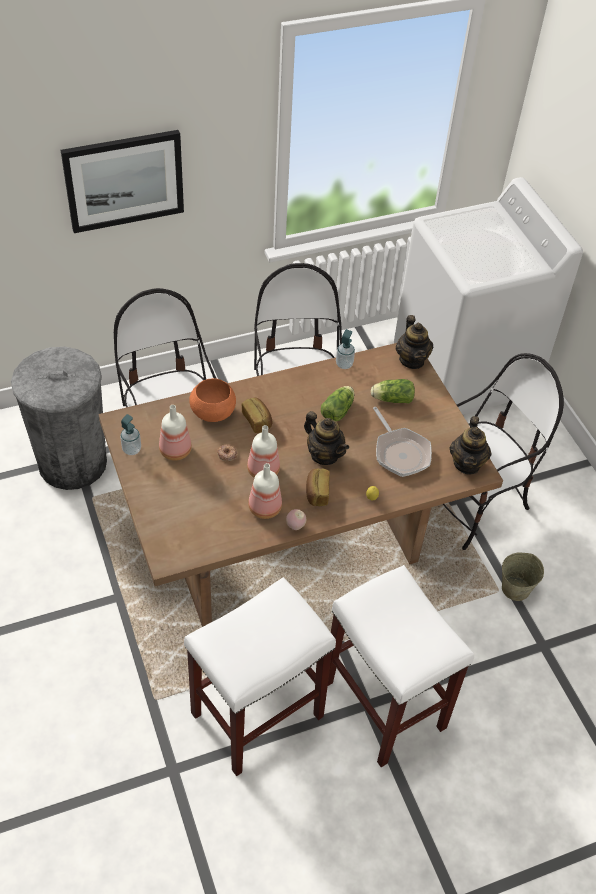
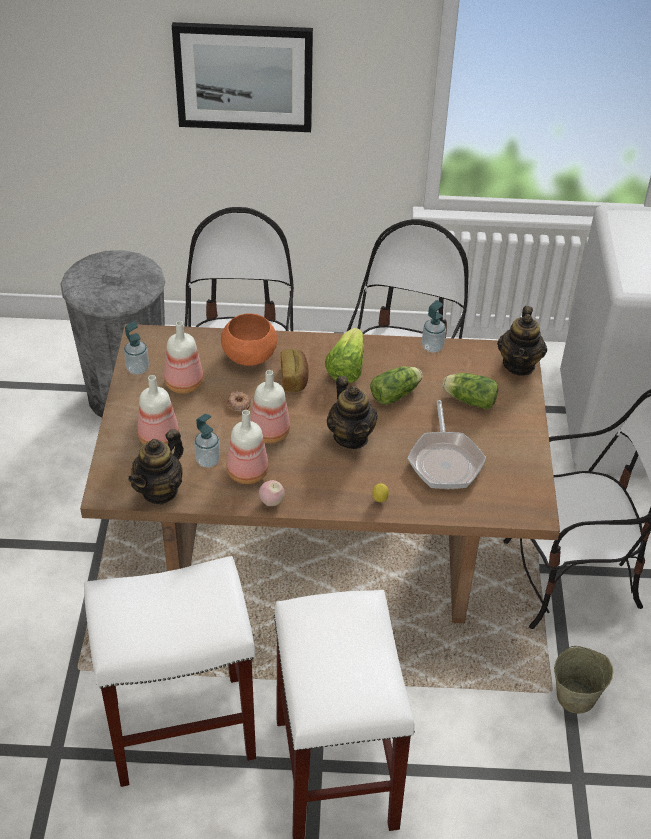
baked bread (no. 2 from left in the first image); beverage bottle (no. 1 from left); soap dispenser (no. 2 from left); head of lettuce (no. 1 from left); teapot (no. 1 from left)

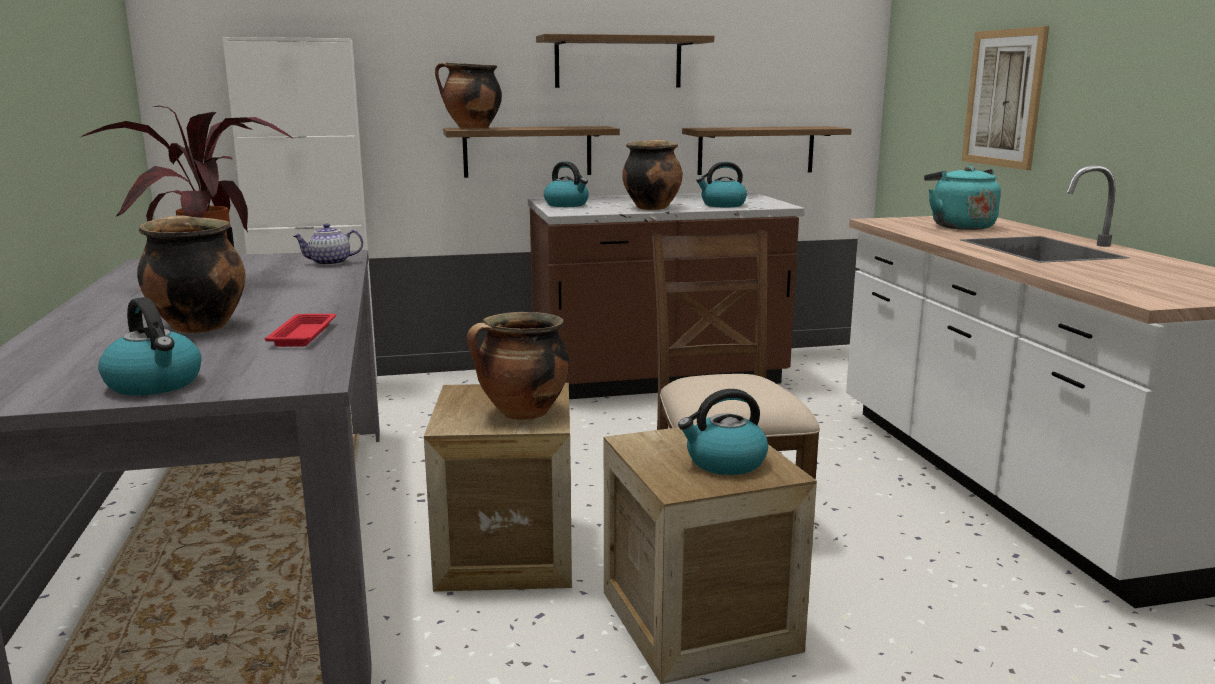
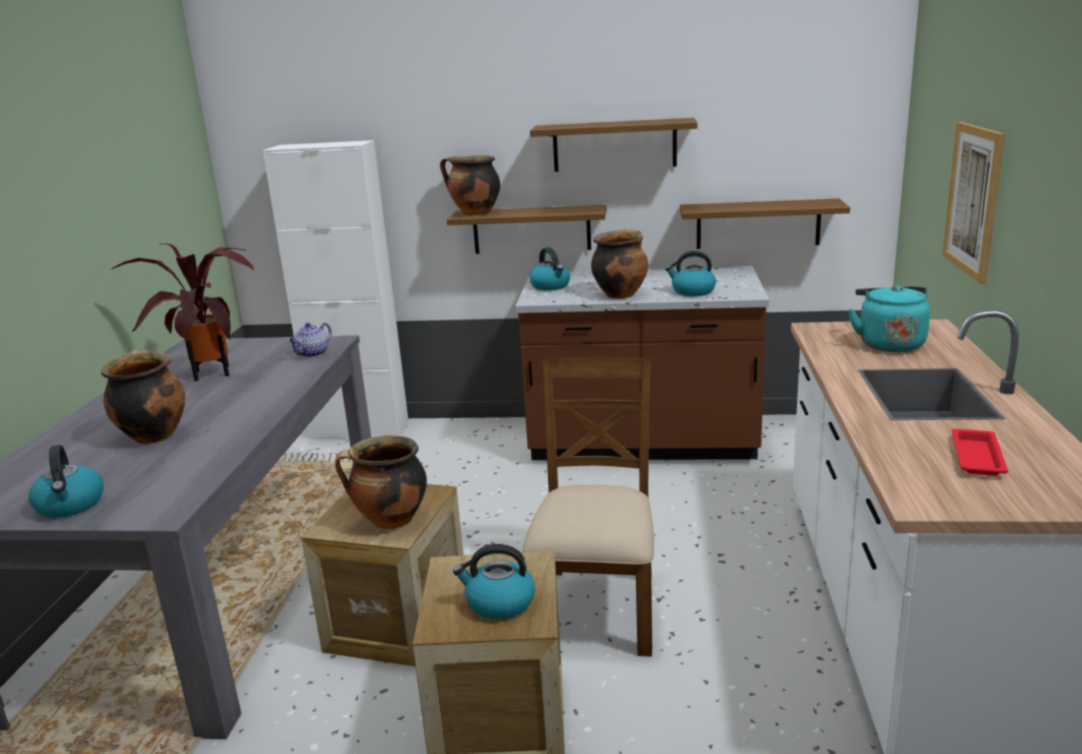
red-coloured serving tray; teapot

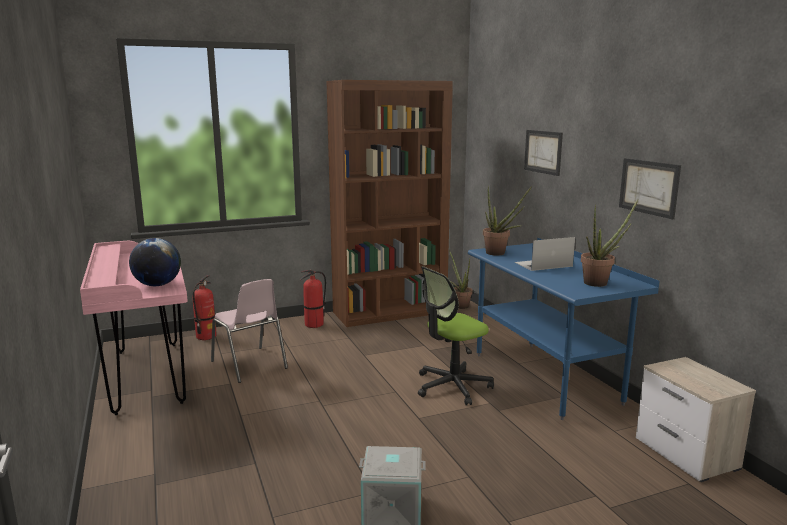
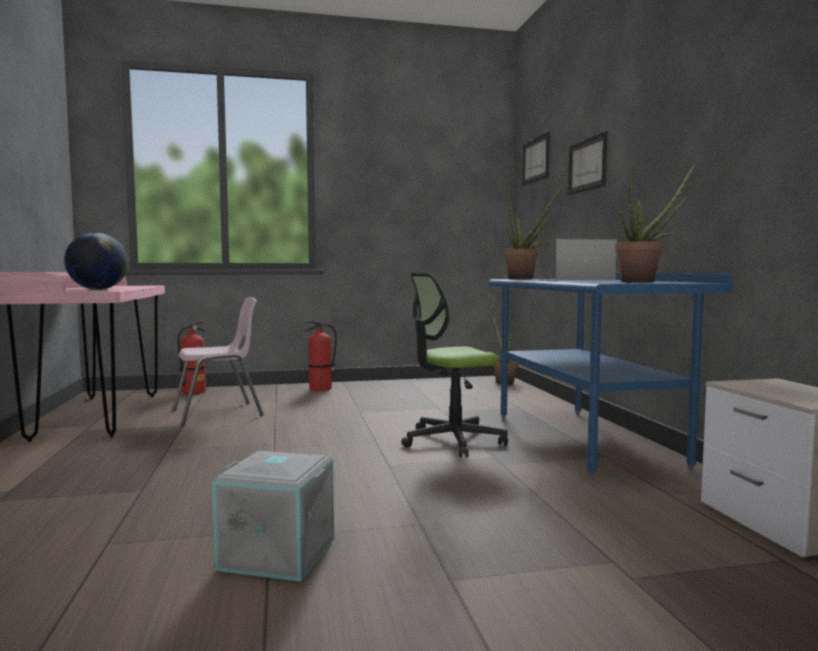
brown-coloured bookshelf; wall art (no. 1 from left); pink plain chair

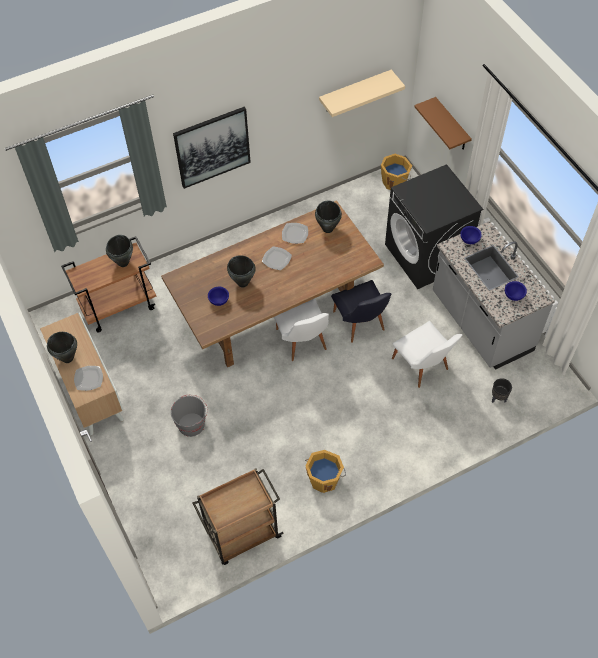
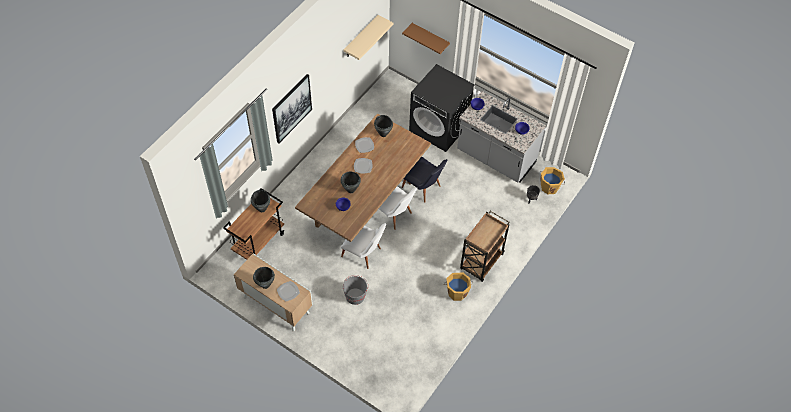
brown-coloured wheeled cart (no. 2 from left); orange-coloured bucket (no. 2 from left); white-coloured plain chair (no. 1 from left)

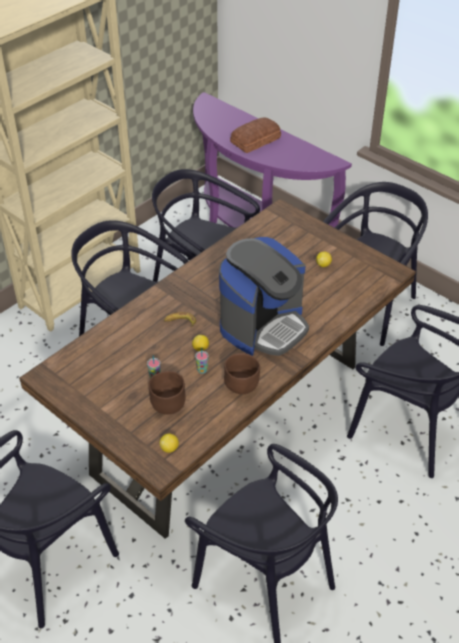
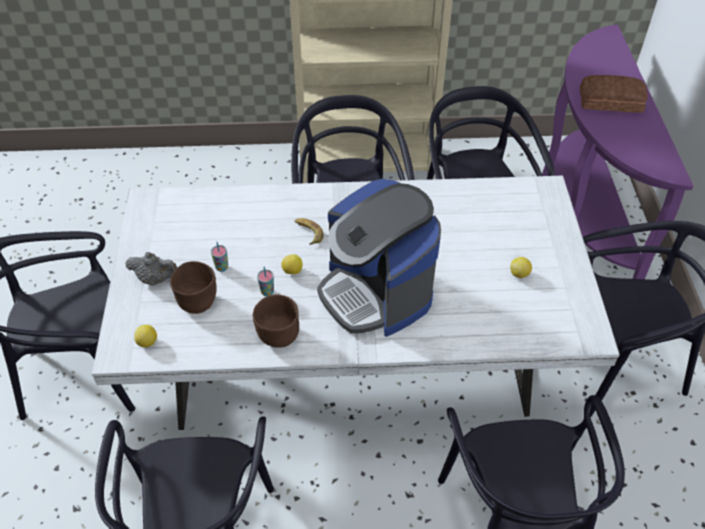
gray teapot; white-coloured dinner table; coffee maker

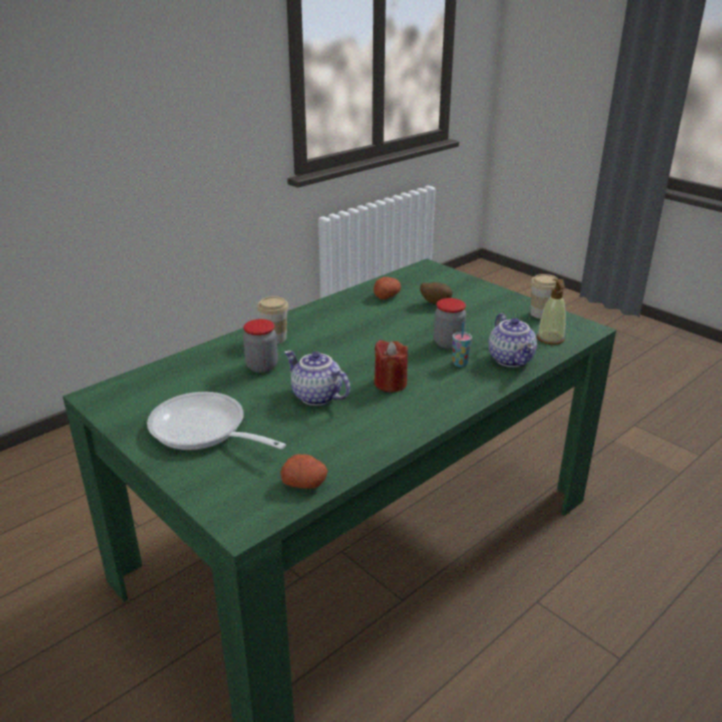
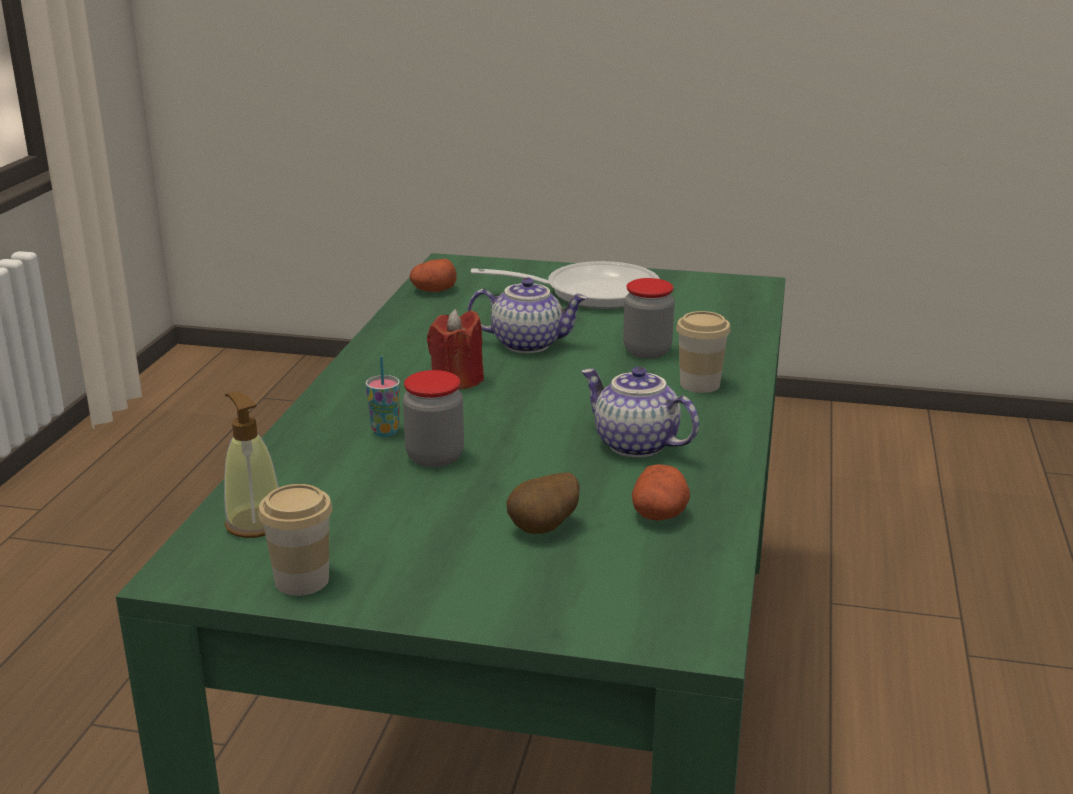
teapot (no. 2 from left)

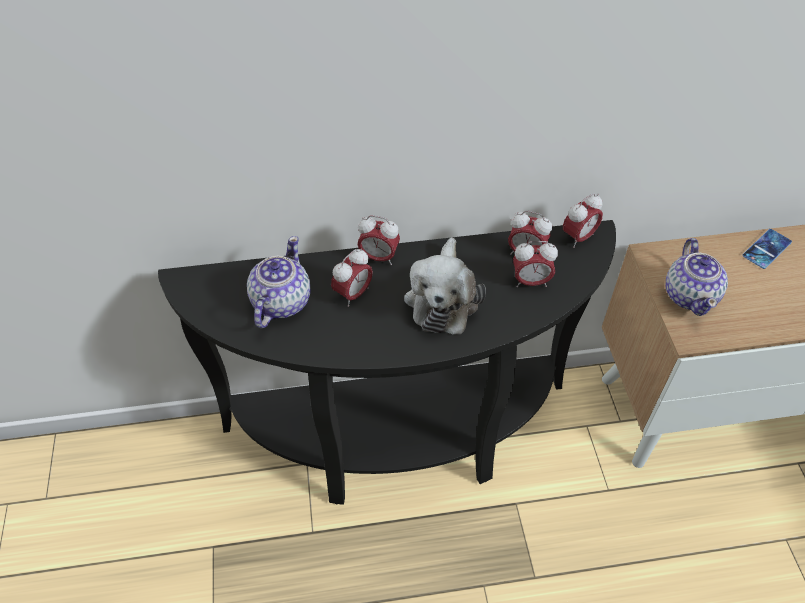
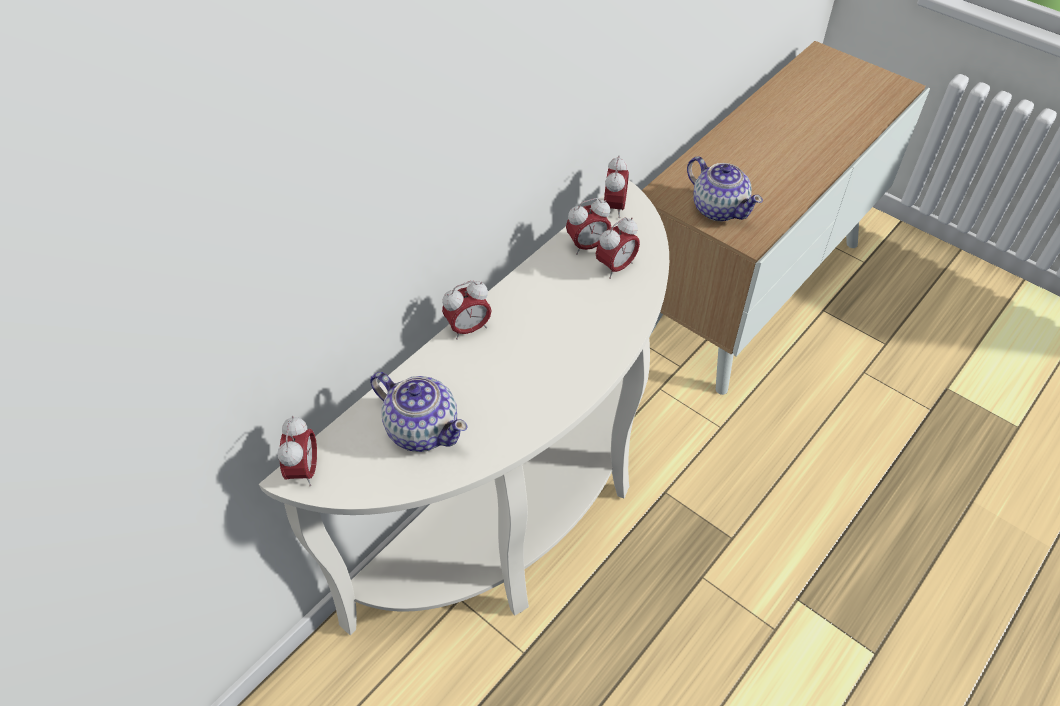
soft toy; phone; alarm clock (no. 1 from left); white-coloured hall table; teapot (no. 1 from left)

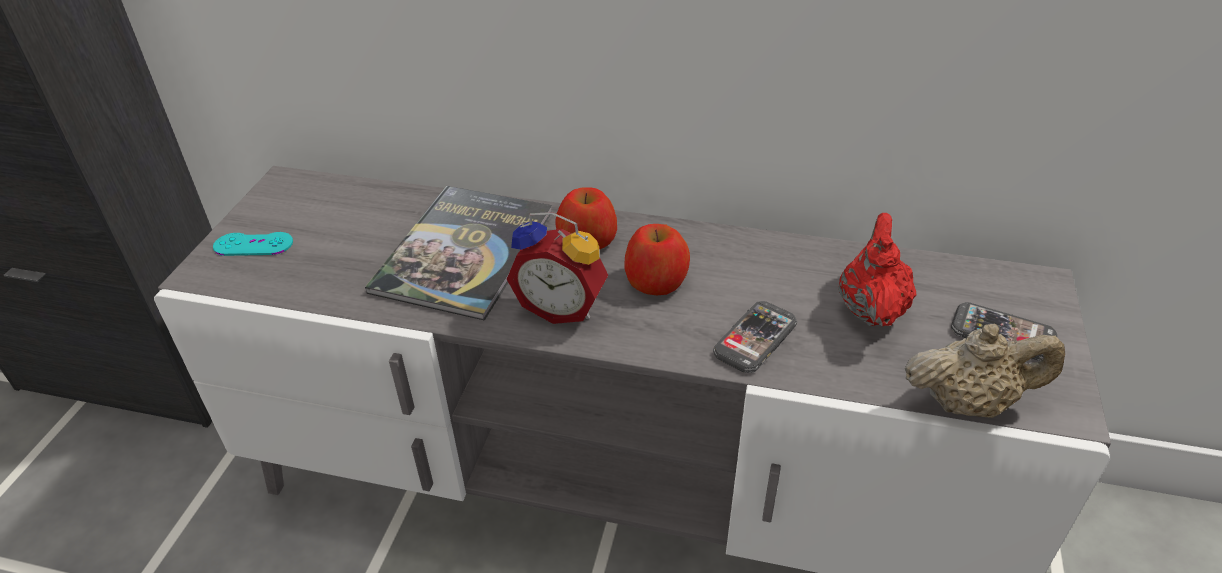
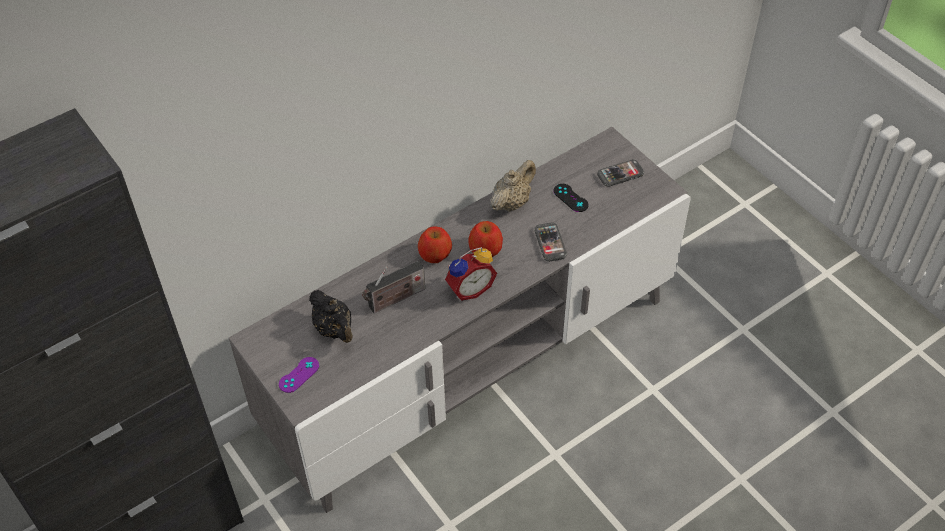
black-coloured teapot; beige teapot; radio receiver; black-coloured game controller; purple game controller

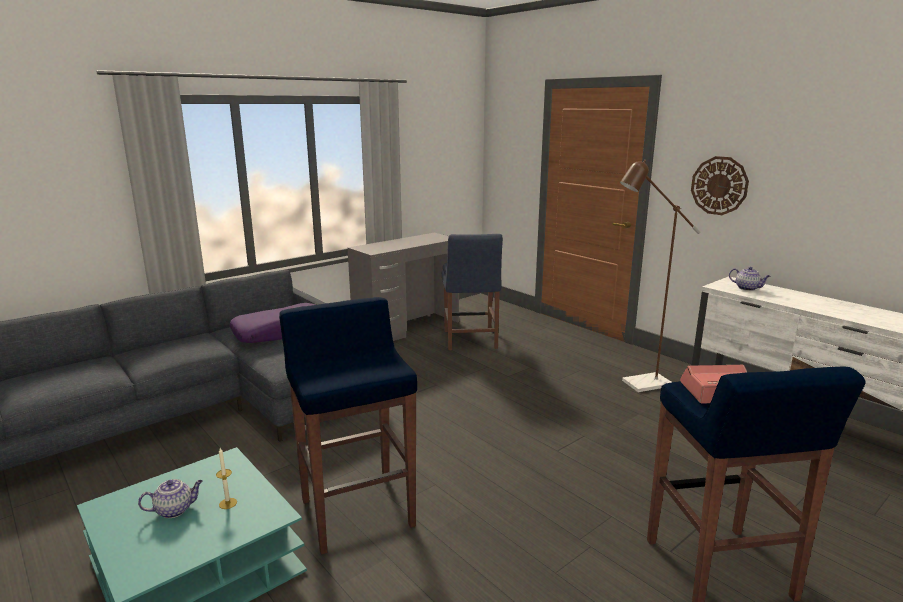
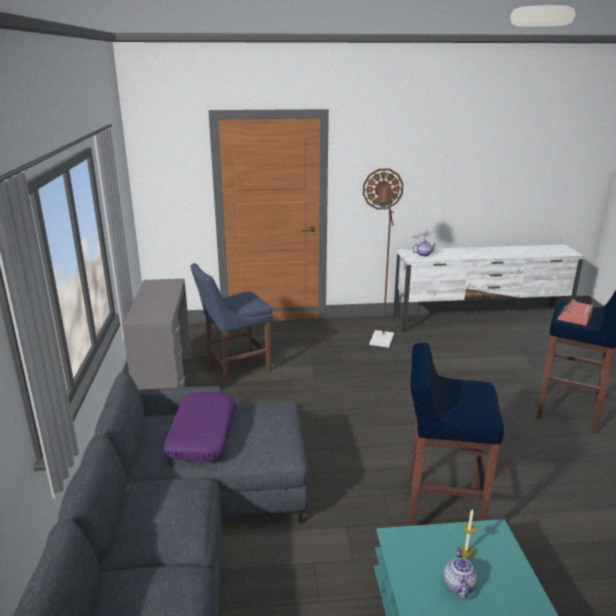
bluish plain chair

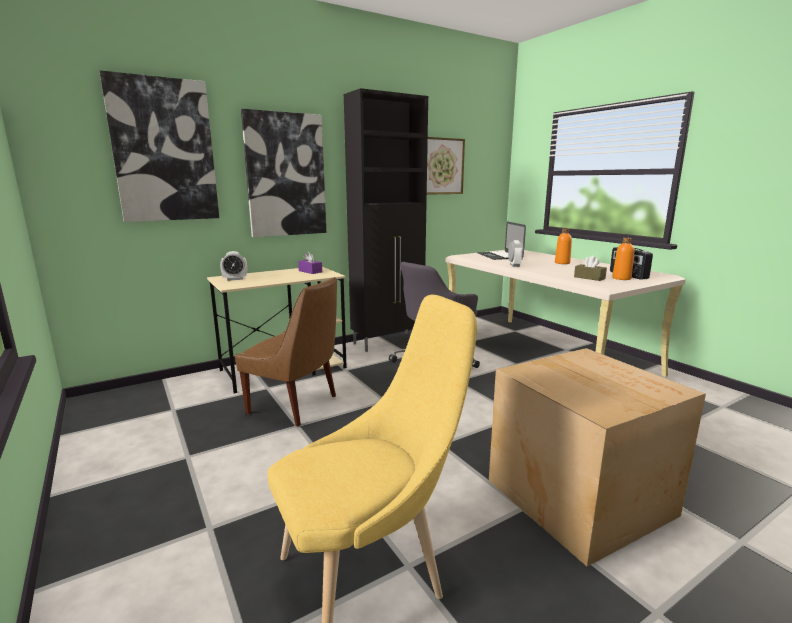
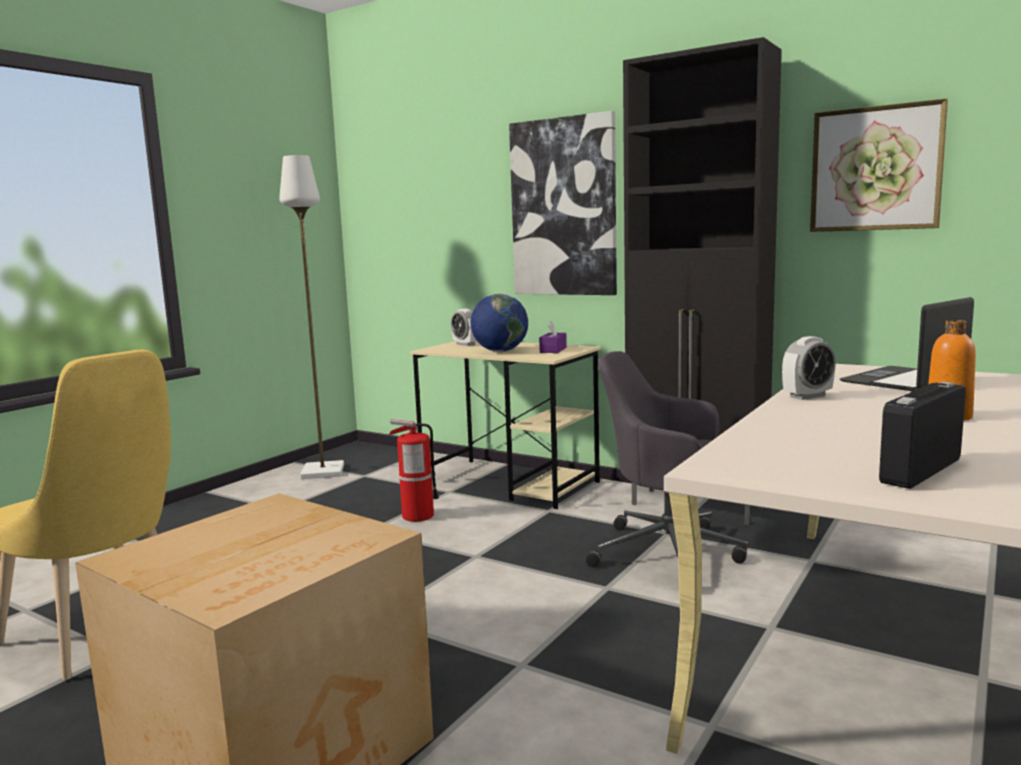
wall art (no. 1 from left in the first image); brown-coloured tissue box; orange-coloured beverage bottle (no. 2 from left in the first image); white-coloured standing lamp; desk globe; fire-fighting cylinder

